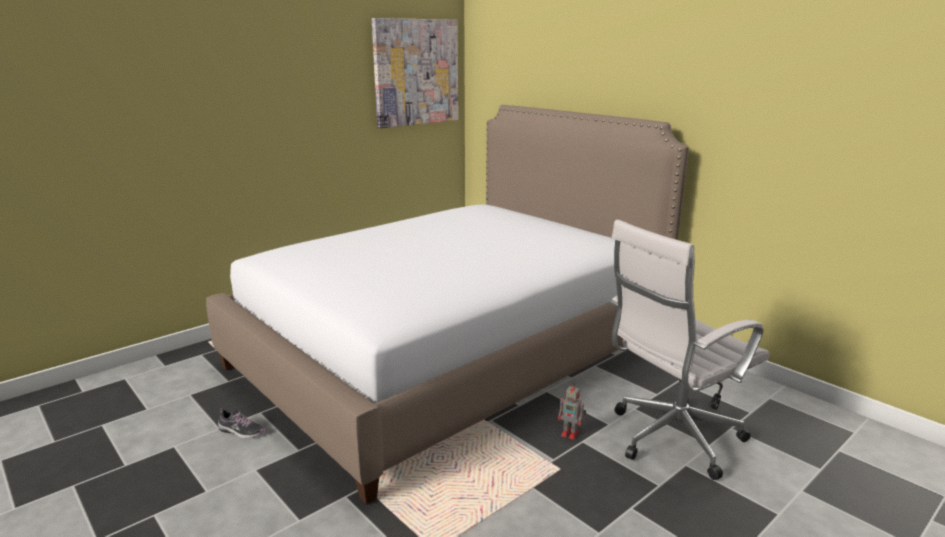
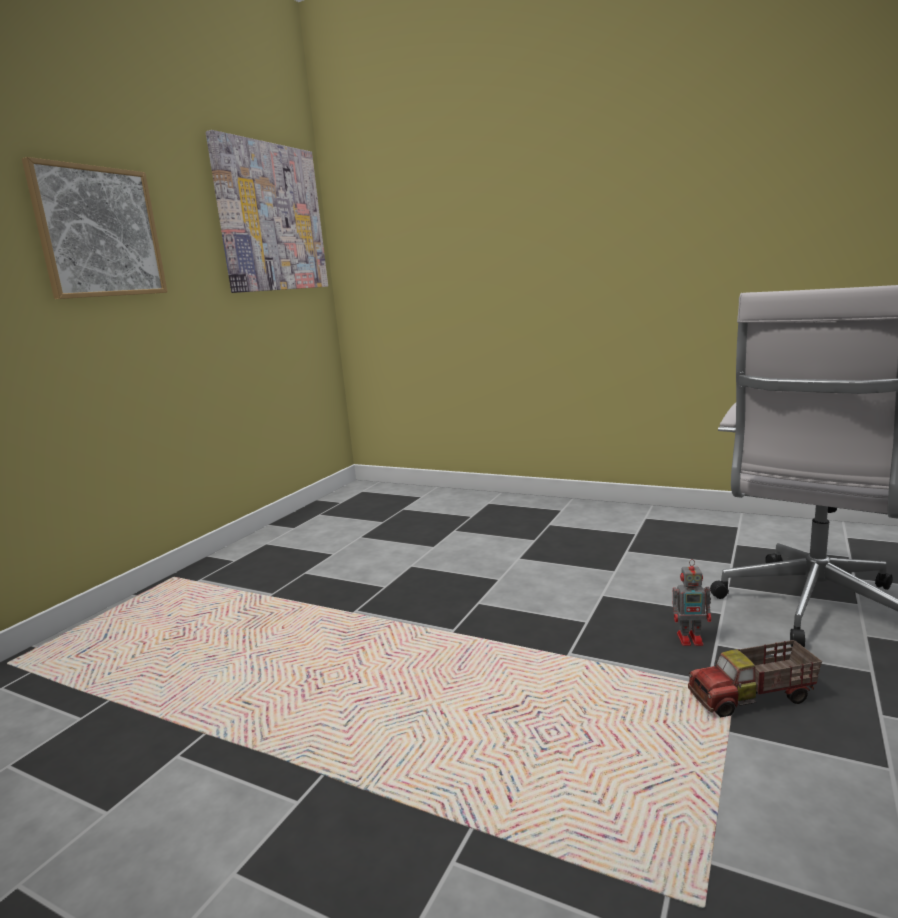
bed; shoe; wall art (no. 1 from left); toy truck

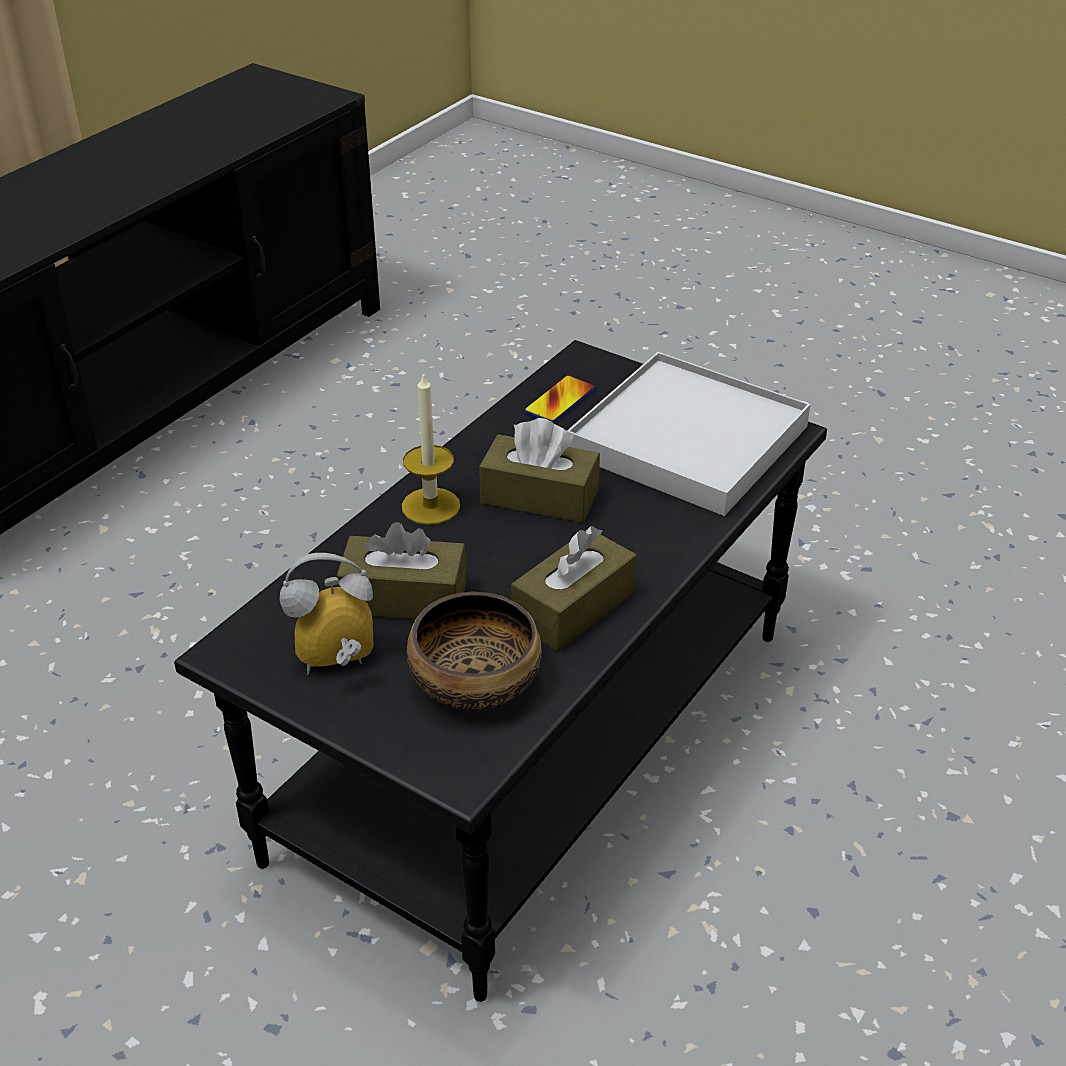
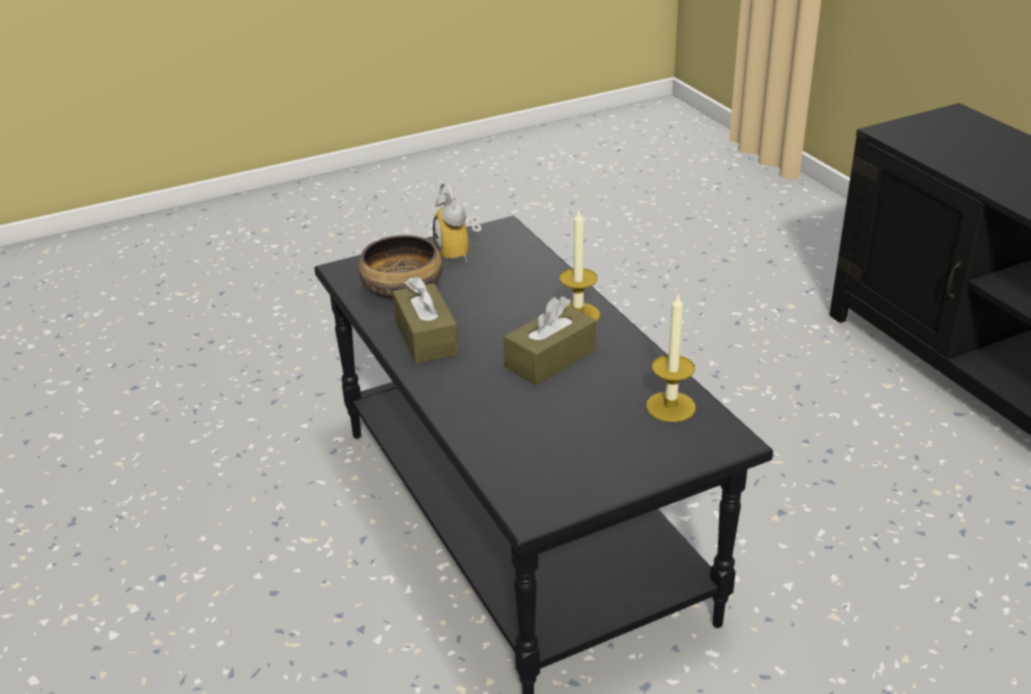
brown-coloured tissue box (no. 1 from left in the first image); white-coloured serving tray; candle (no. 2 from left); alarm clock

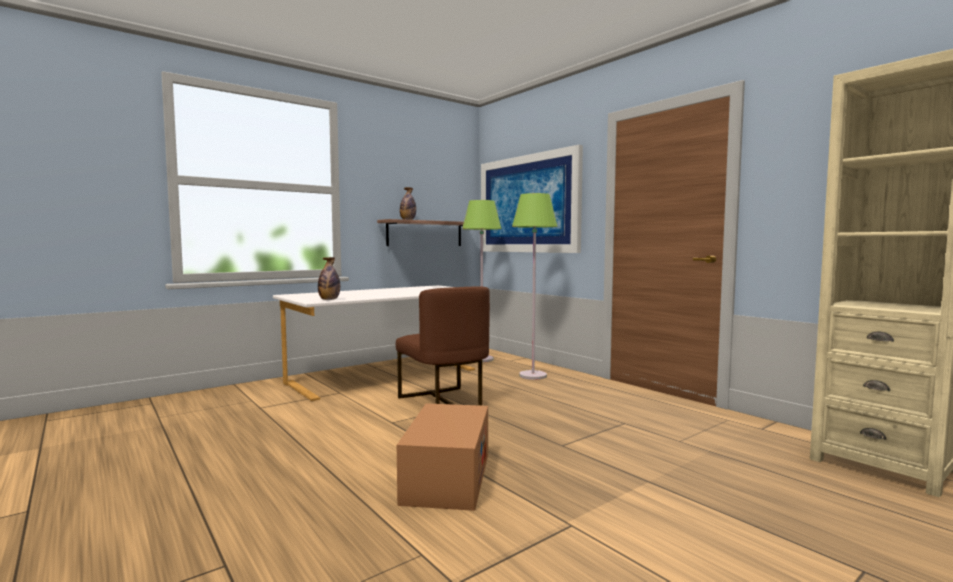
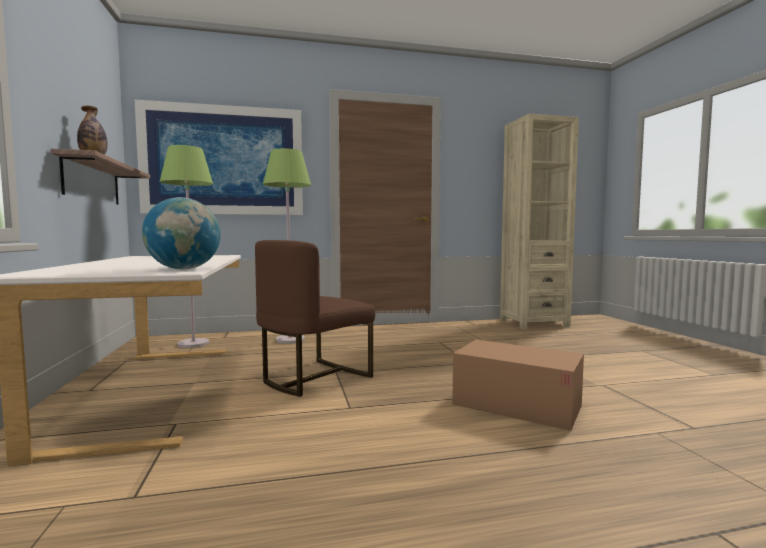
desk globe; brown-coloured plain chair

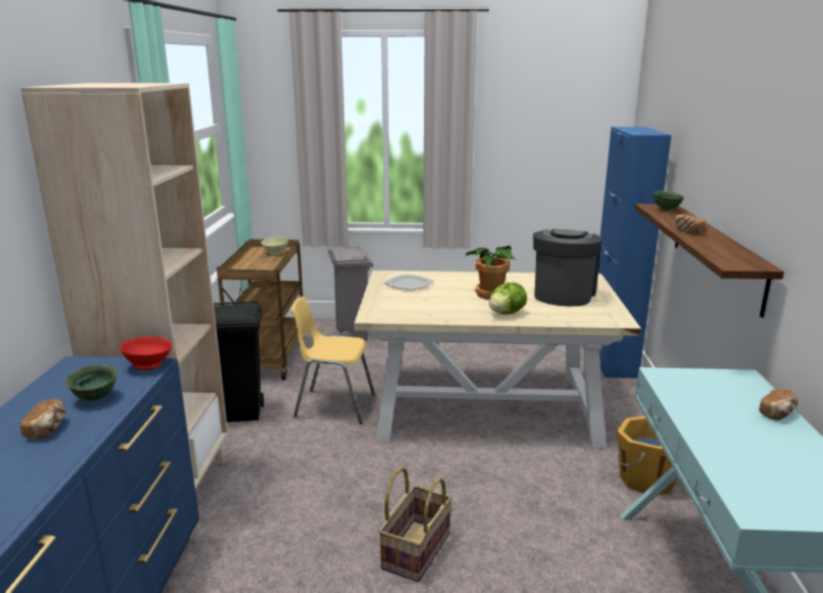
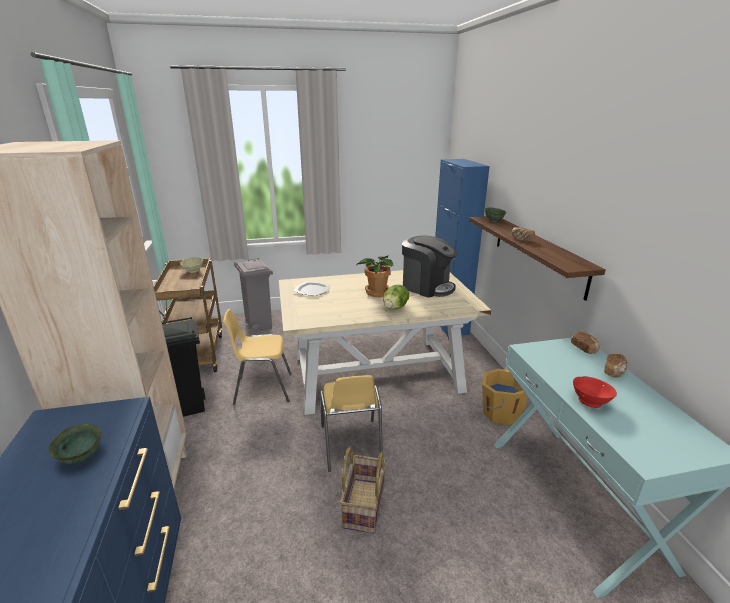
yellowish plain chair (no. 2 from left); baked bread (no. 2 from left); red-coloured serving bowl; coffee maker

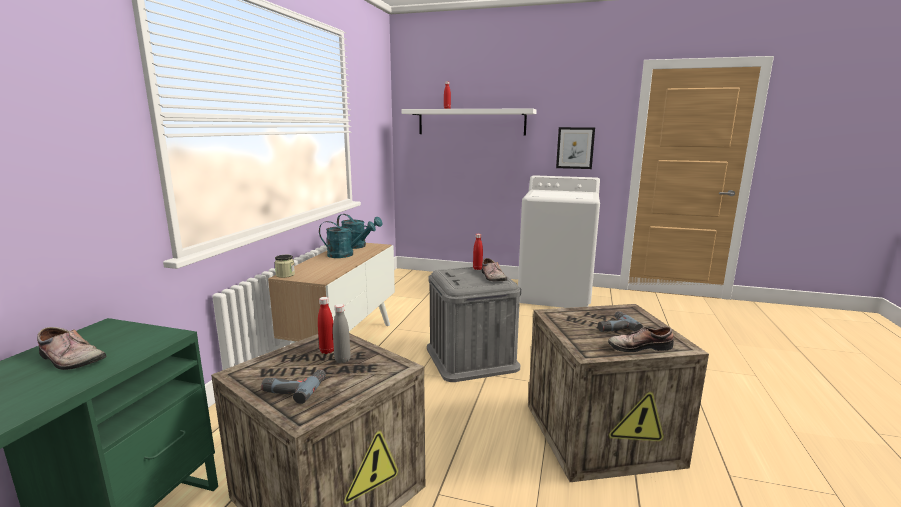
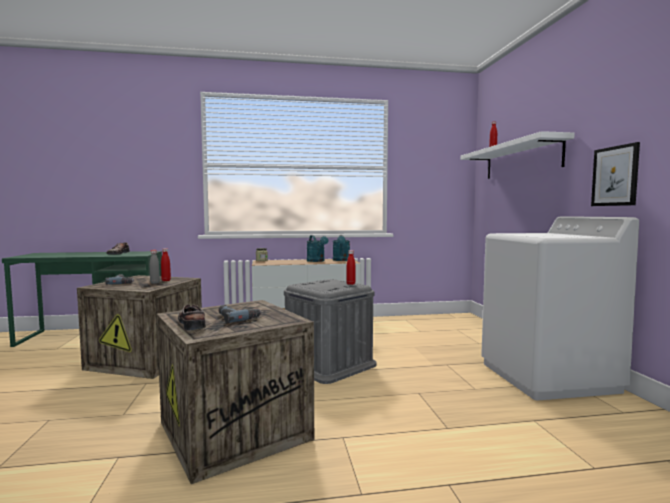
shoe (no. 2 from left in the first image)

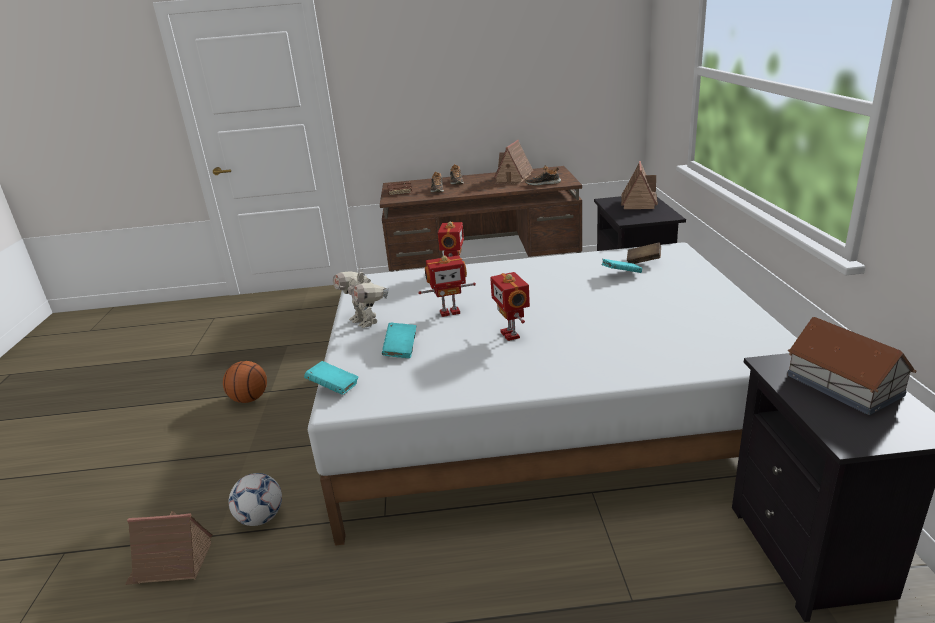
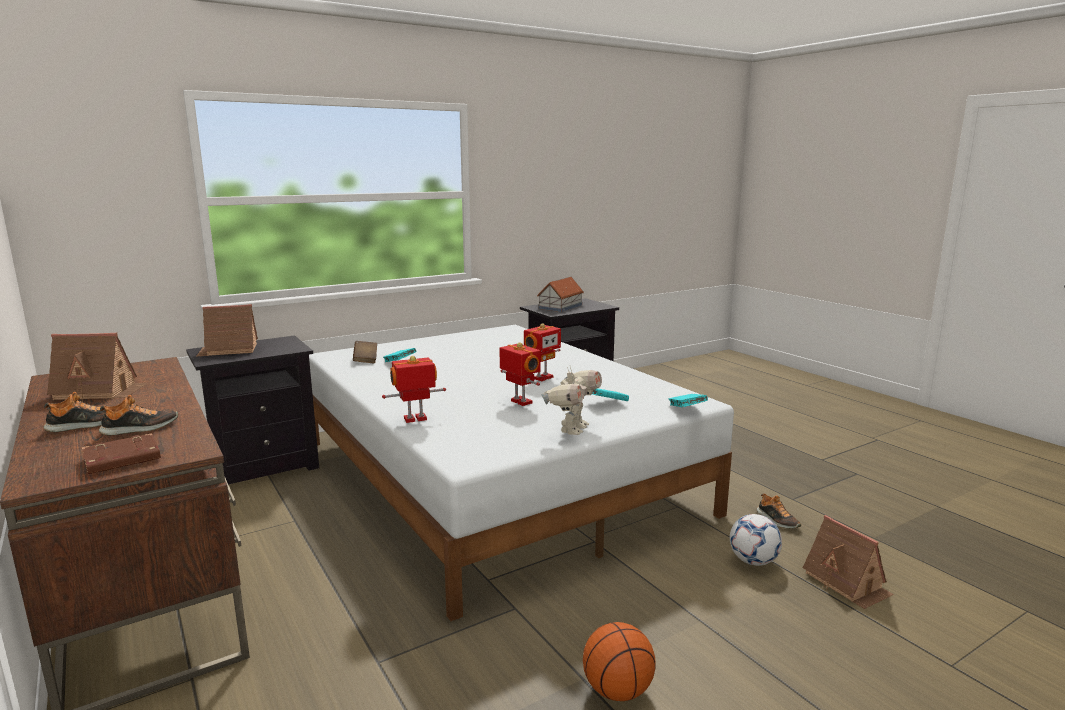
shoe (no. 3 from left)

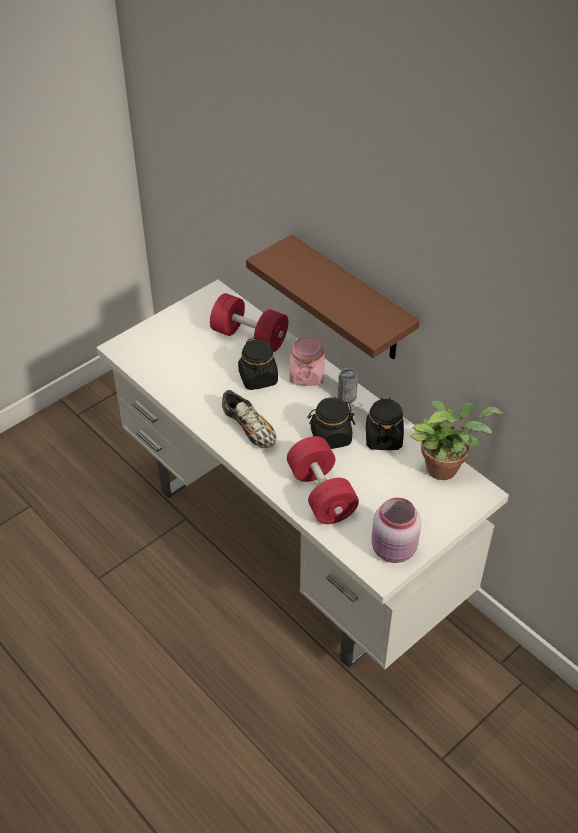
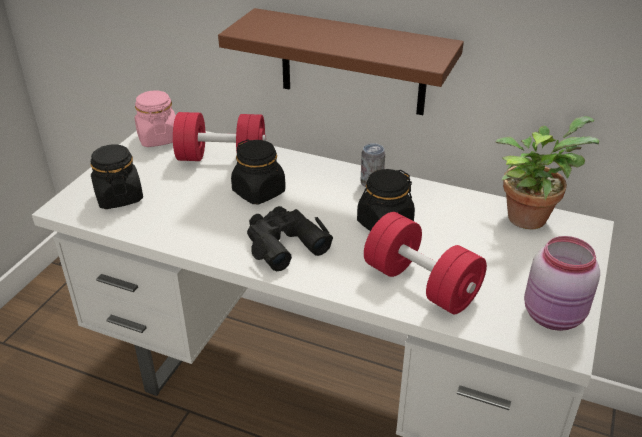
pink preserve jar (no. 1 from left); black-coloured preserve jar (no. 1 from left); black-coloured binoculars

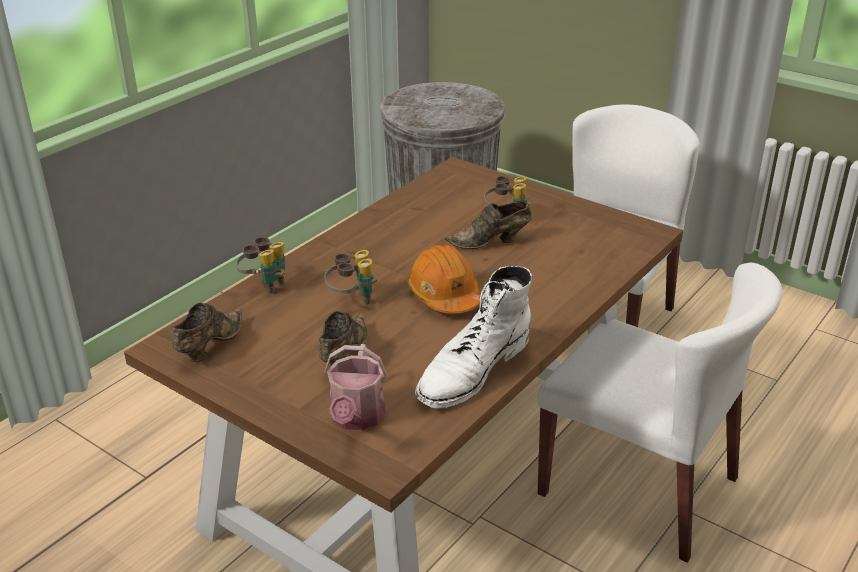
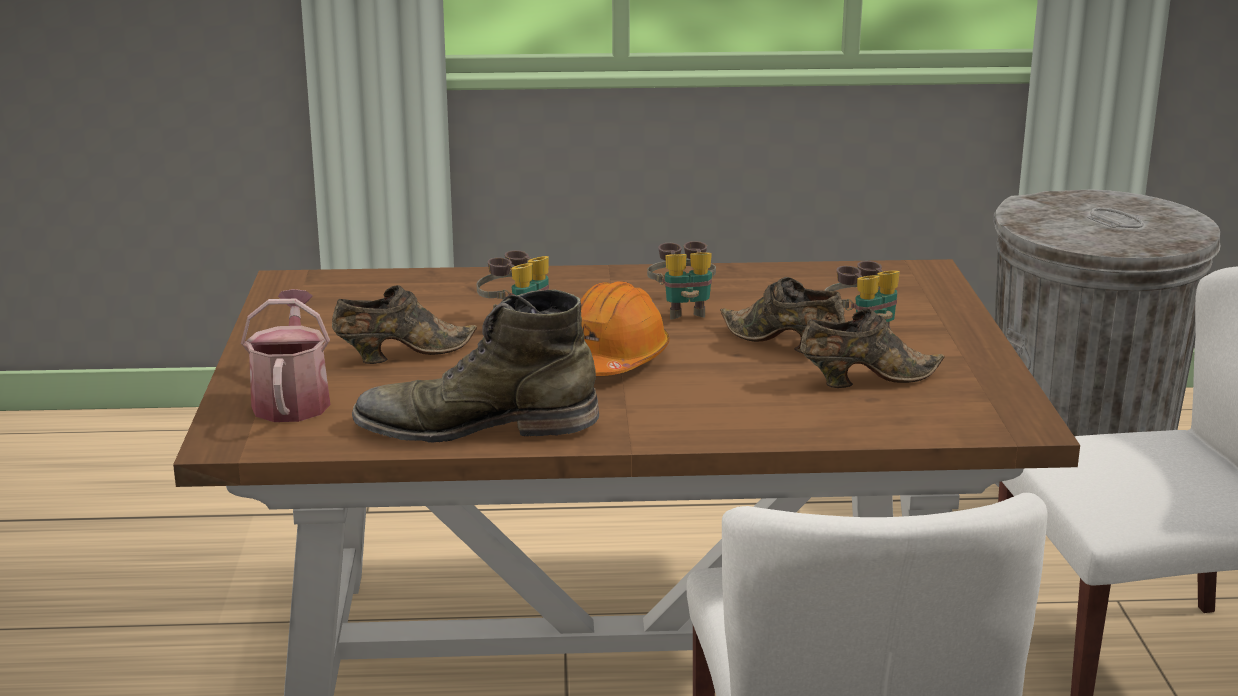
brown-coloured shoe (no. 3 from left); binoculars (no. 2 from left); green tall boot; sprinkling can

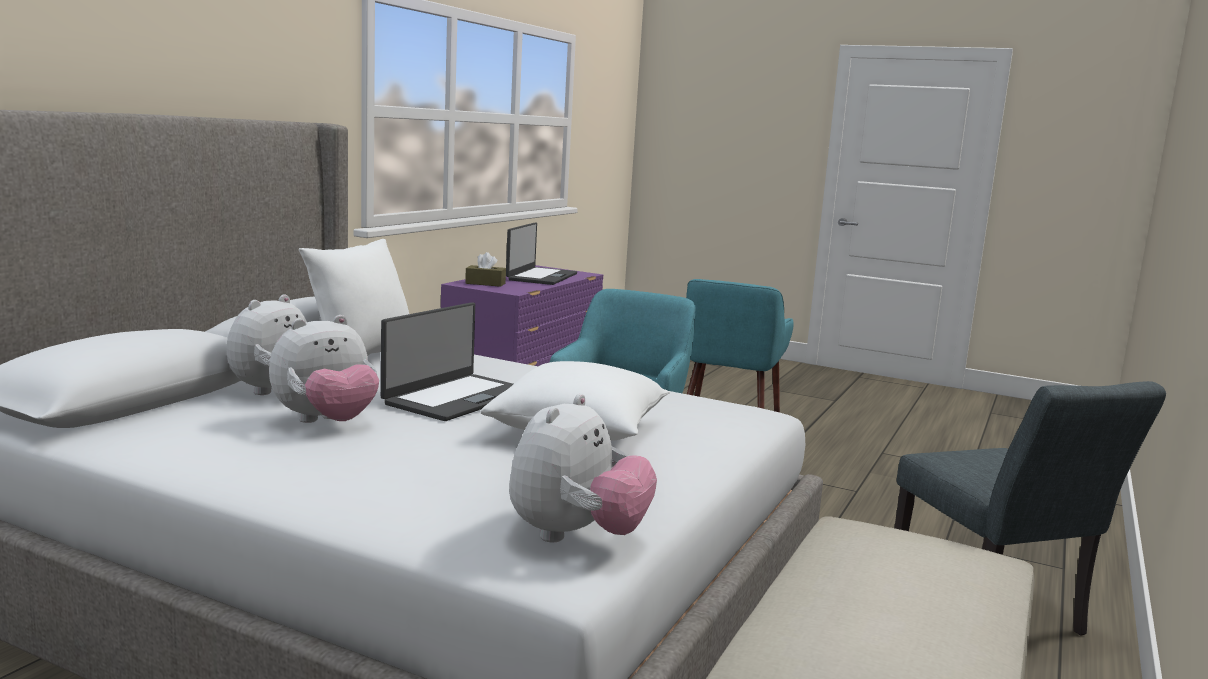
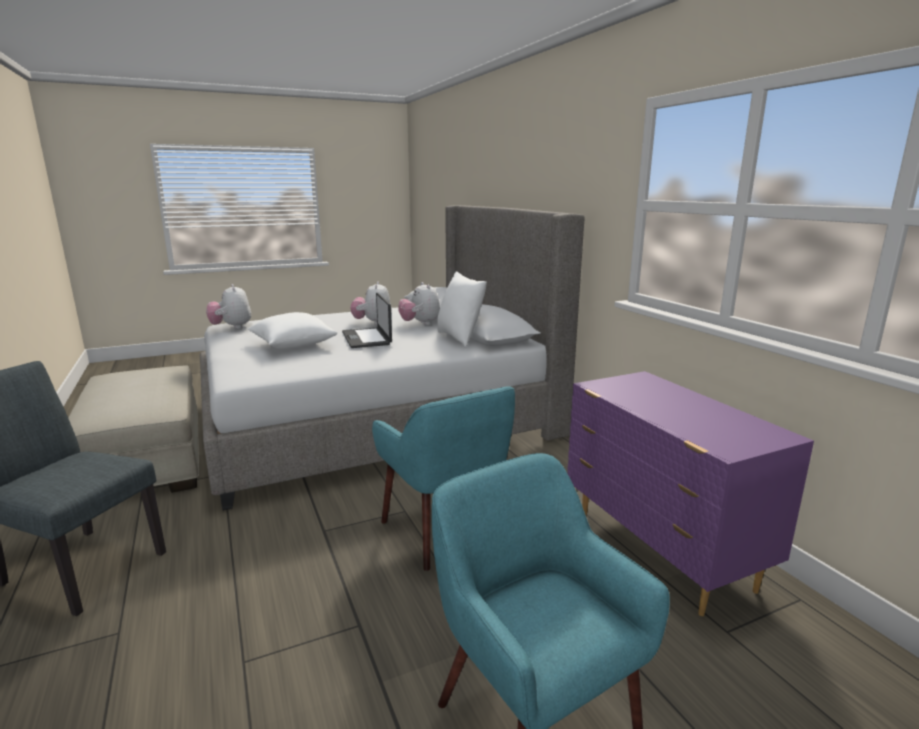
brown-coloured tissue box; laptop (no. 2 from left in the first image)

